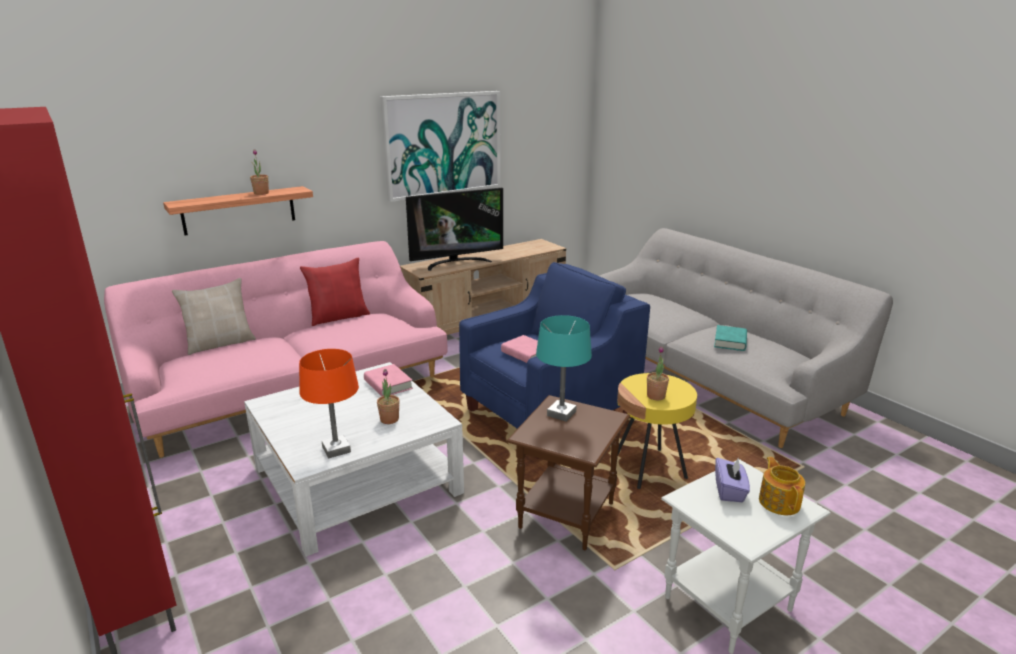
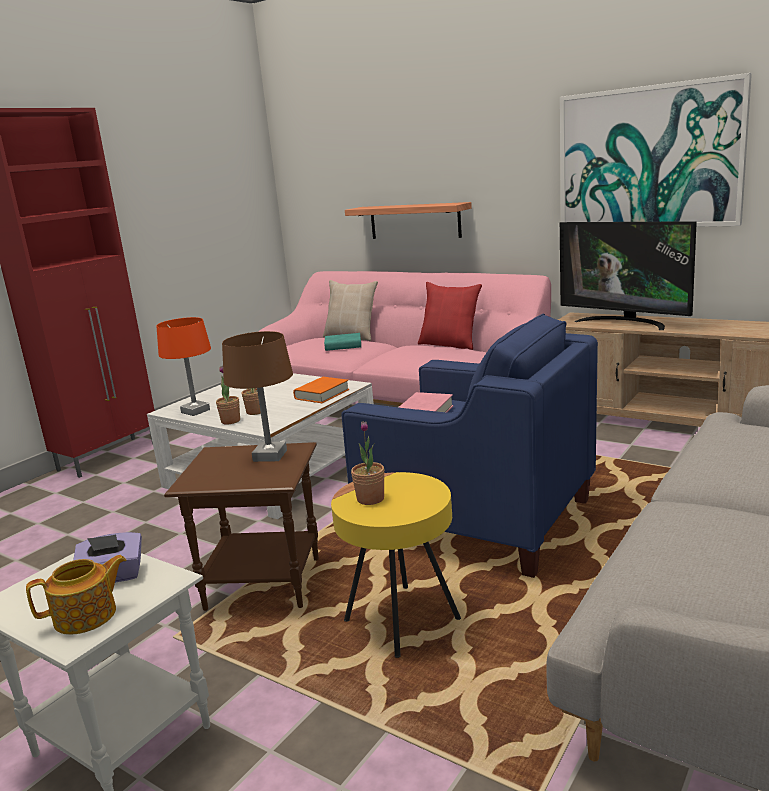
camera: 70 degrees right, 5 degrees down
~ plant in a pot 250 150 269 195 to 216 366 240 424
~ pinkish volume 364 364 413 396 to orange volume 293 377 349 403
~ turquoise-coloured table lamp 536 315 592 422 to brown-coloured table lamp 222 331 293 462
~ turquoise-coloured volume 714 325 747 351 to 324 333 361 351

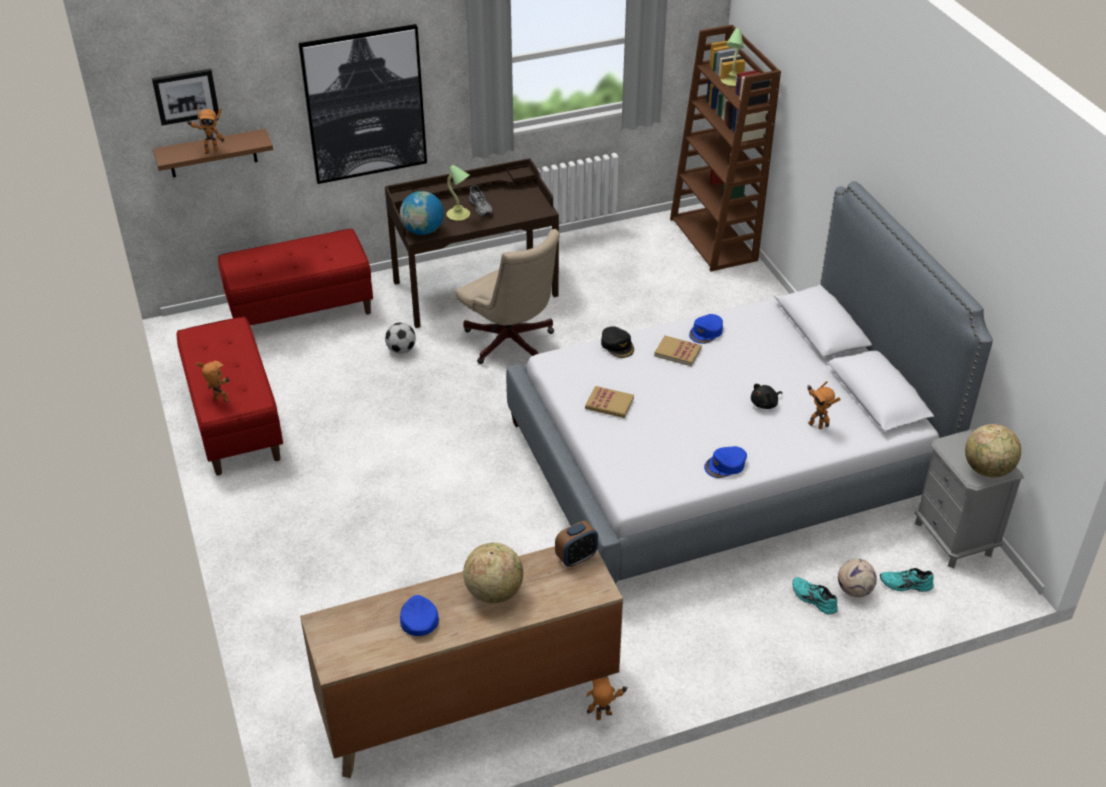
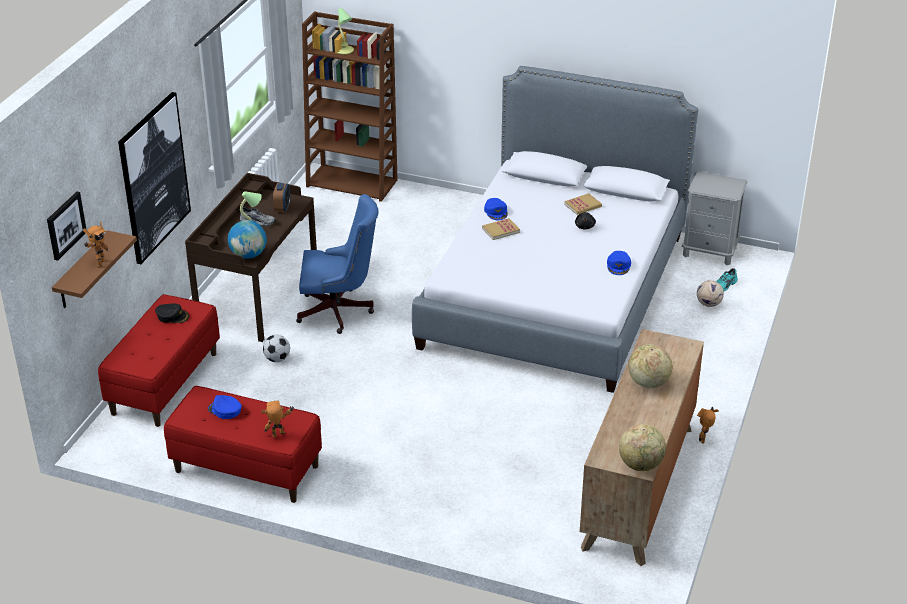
camera: 50 degrees left, 5 degrees down
~ blue cap 400 595 439 636 to 208 395 242 419
~ sand-coloured desk chair 456 229 560 364 to blue desk chair 296 194 379 334
~ alarm clock 555 521 598 567 to 273 183 290 212
~ volume 585 386 634 418 to 564 193 602 215
~ black cap 601 326 634 358 to 155 303 189 323
- turquoise-coloured low shoe 792 577 838 614
- robot figure 807 381 841 429
~ world globe 965 424 1021 477 to 619 424 666 471

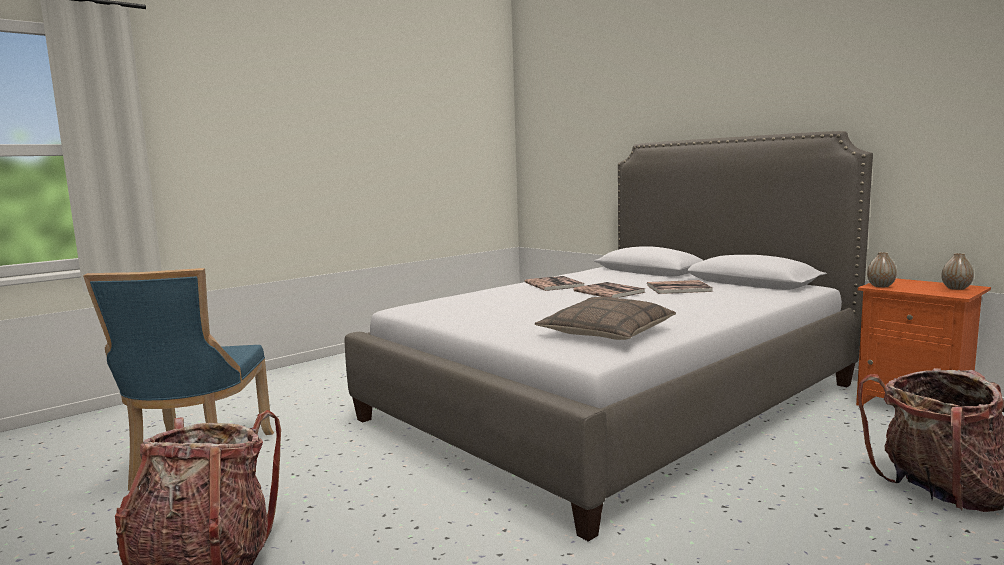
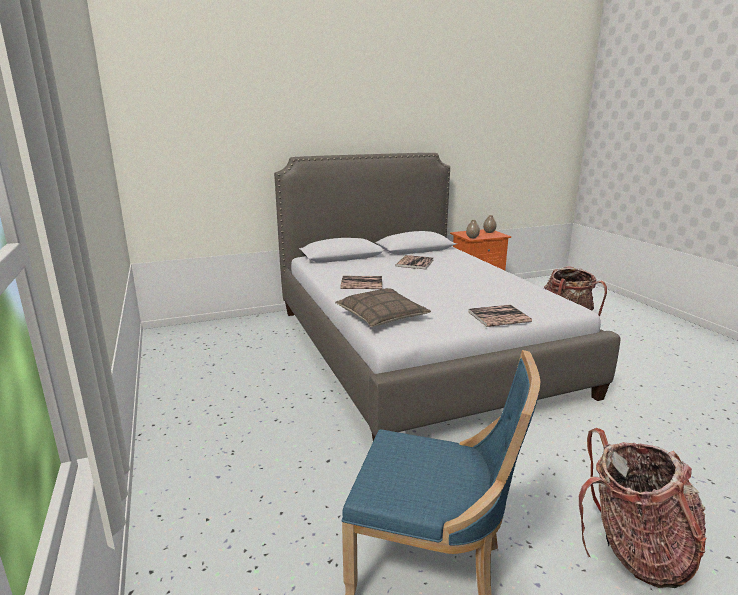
camera: 70 degrees left, 10 degrees up
~ pillow 535 297 676 340 to 335 288 431 327
~ volume 573 282 646 298 to 468 304 532 327

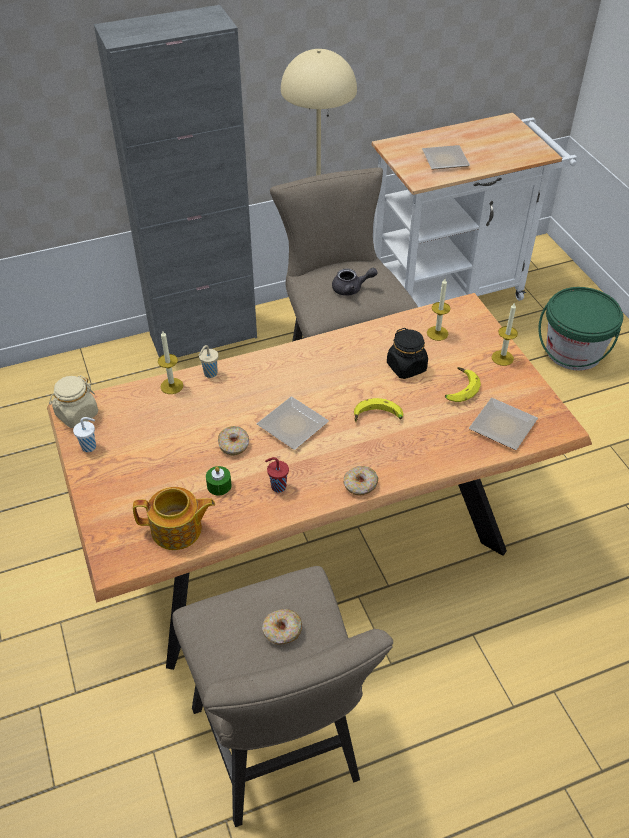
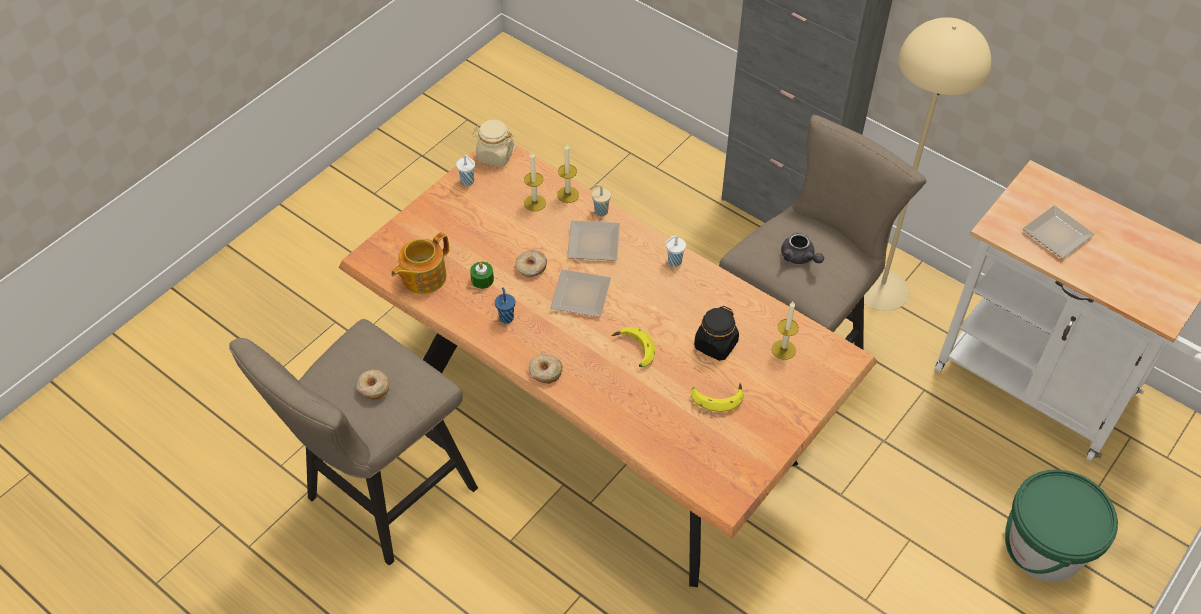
camera: 60 degrees right, 5 degrees up
~ tea pot 133 487 215 550 = 391 232 449 294 75 degrees clockwise
~ red-coloured cup 265 457 289 493 to blue cup 495 288 515 324
~ flat dish 469 398 538 450 to 567 220 620 261
~ wax light 492 302 518 366 to 524 152 546 211
+ white-coloured cup 665 235 686 267

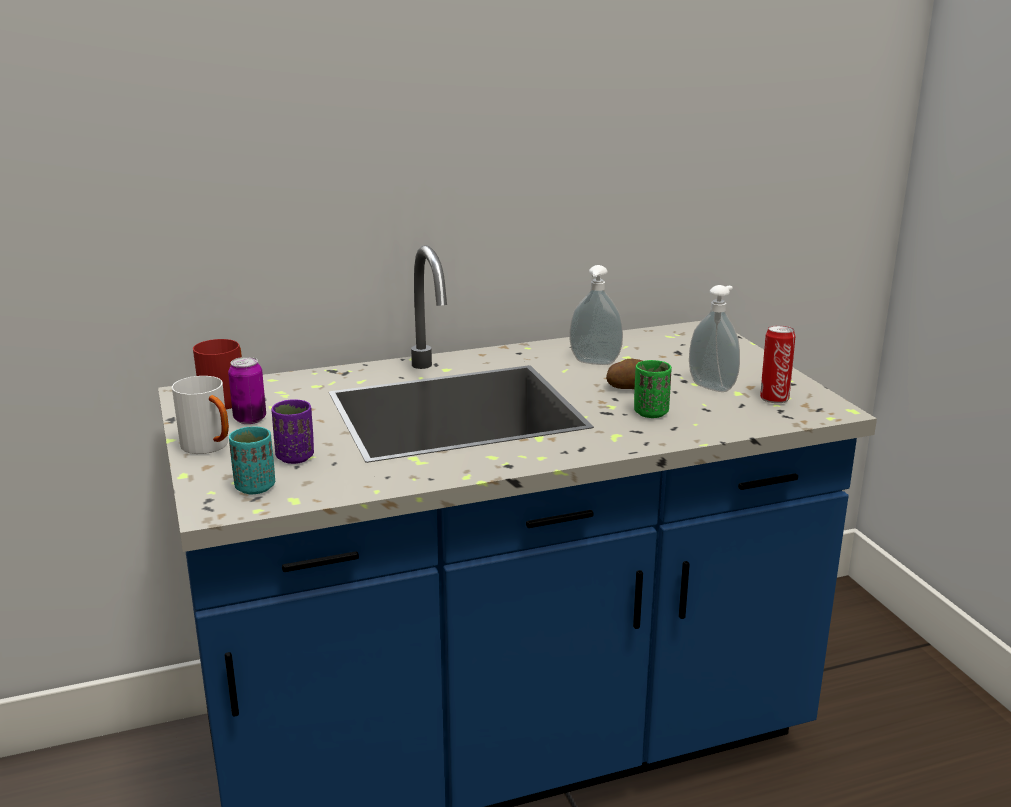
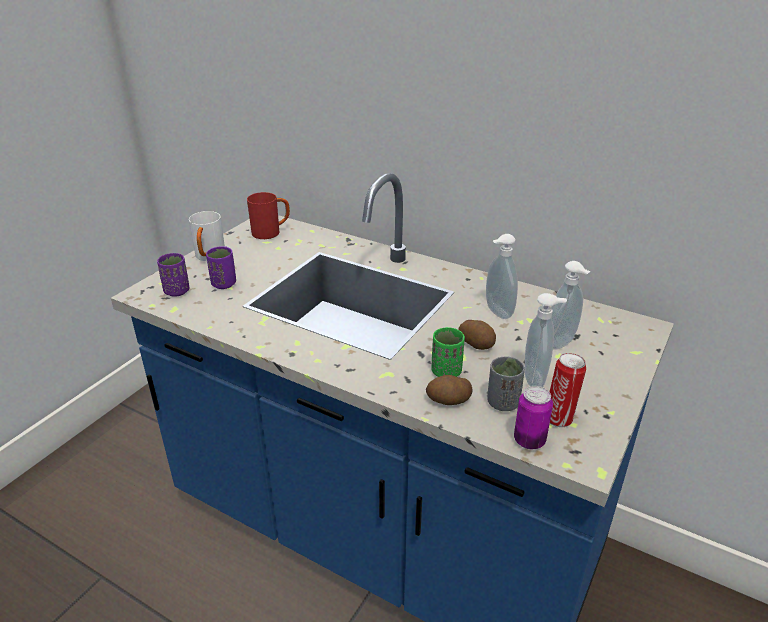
camera: 50 degrees right, 10 degrees up
~ can 228 357 266 424 to 514 386 553 449
~ turquoise-coloured cup 229 427 275 494 to purple-coloured cup 157 253 189 297
+ whole potato 426 375 472 405
+ greyish cup 488 357 525 411
+ soap dispenser 551 261 590 350

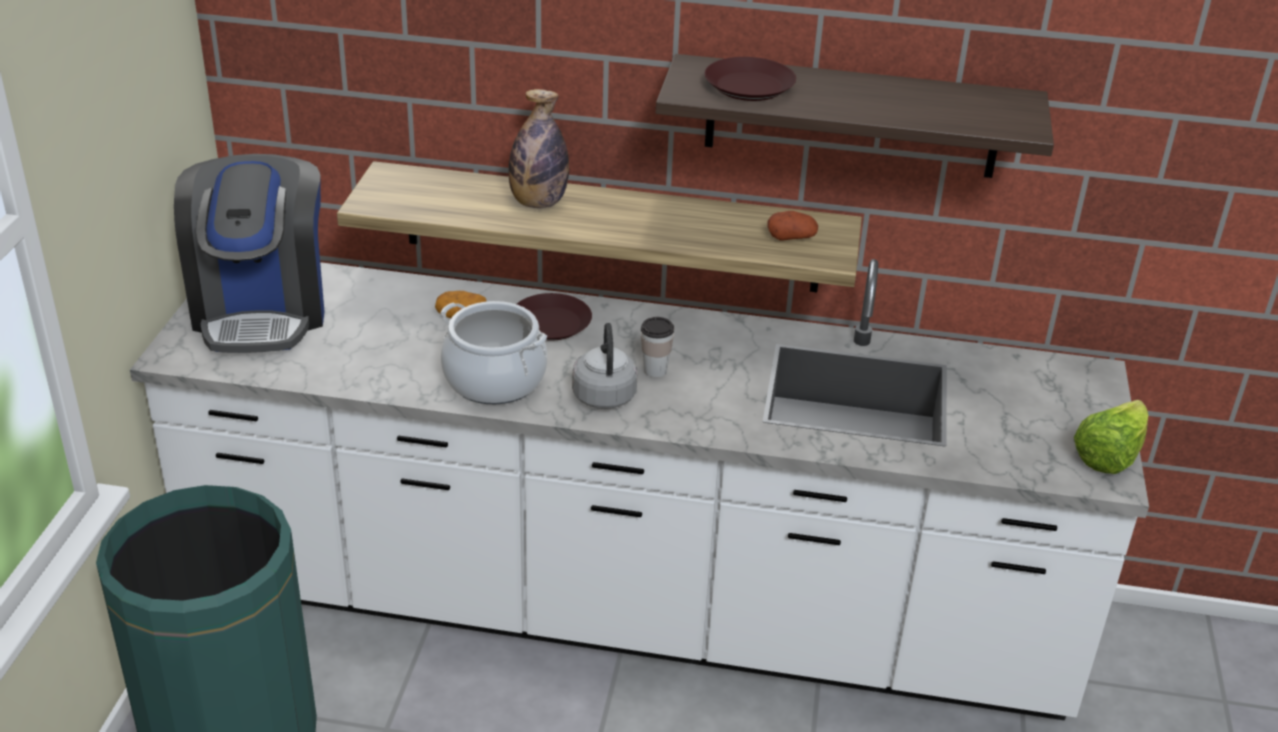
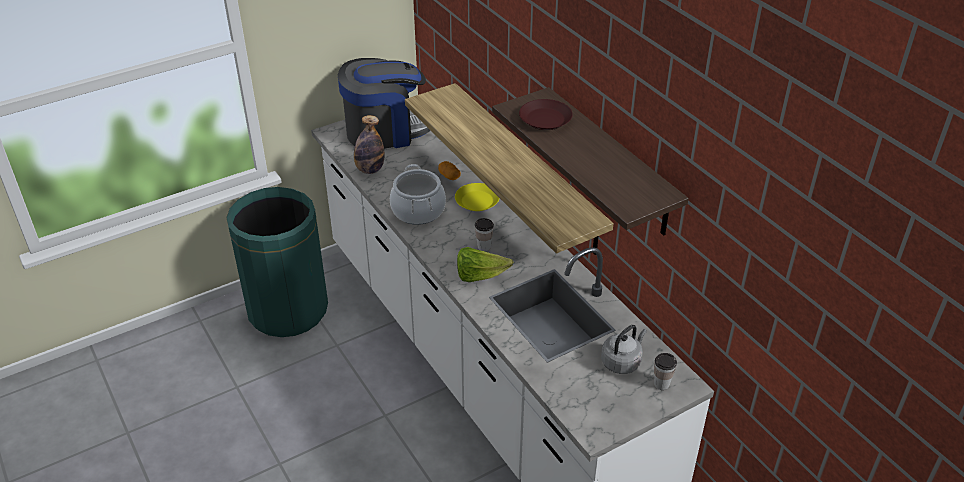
camera: 50 degrees right, 5 degrees up
~ coffee machine 174 154 325 353 = 338 58 430 149 150 degrees counterclockwise
~ beverage bottle 508 89 569 208 to 354 115 384 174
~ brown-coloured flat dish 517 293 592 341 to yellowish flat dish 455 183 499 211
~ greyish water kettle 572 323 638 409 to 601 325 647 374
- whole potato 767 211 818 241
~ head of lettuce 1074 400 1148 474 to 457 247 513 282
+ cup 654 353 677 390

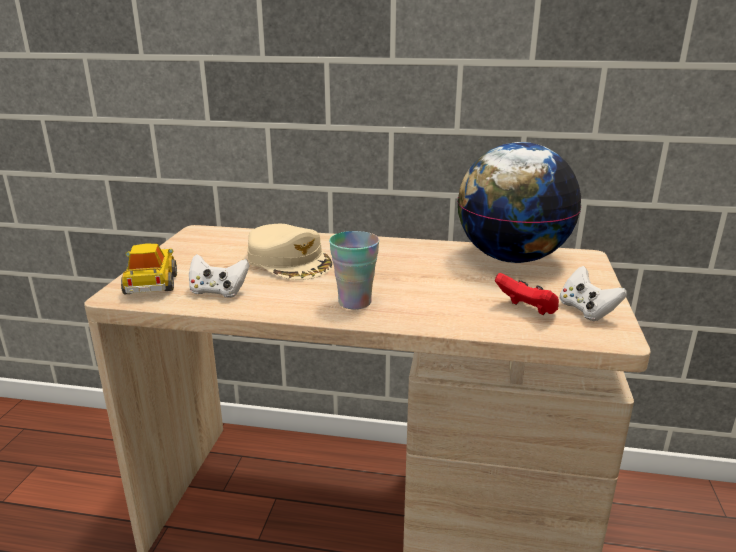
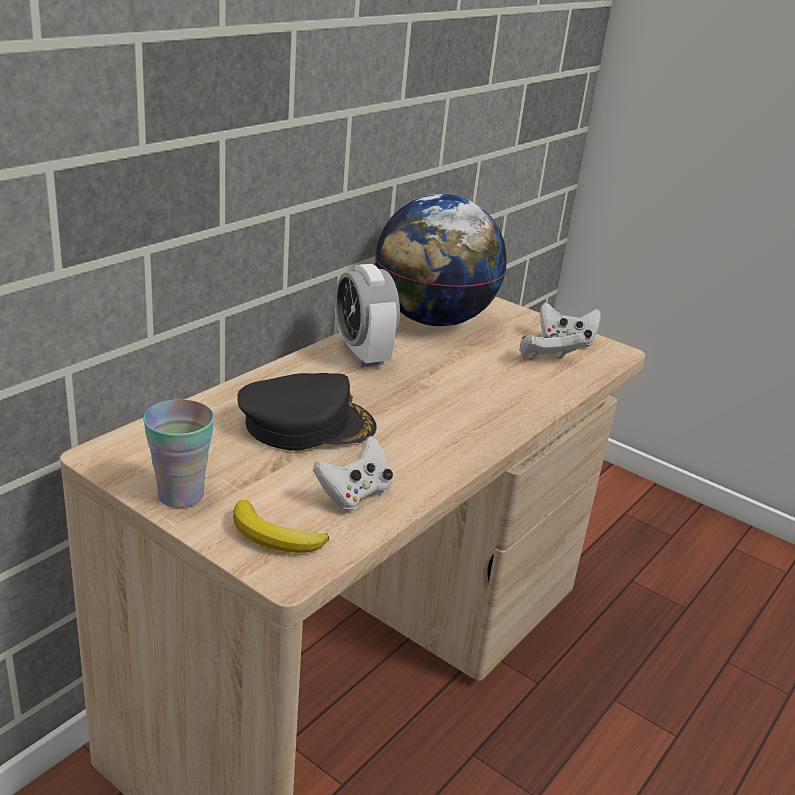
camera: 65 degrees left, 5 degrees up
~ miniature car 121 243 177 295 to banana fruit 233 500 329 553
~ sand-coloured cap 247 224 333 280 to black cap 237 373 377 451
~ cup 329 231 379 309 to 143 399 214 508
~ red-coloured joypad 495 273 559 315 to white-coloured joypad 519 333 585 360
+ alarm clock 336 264 400 367

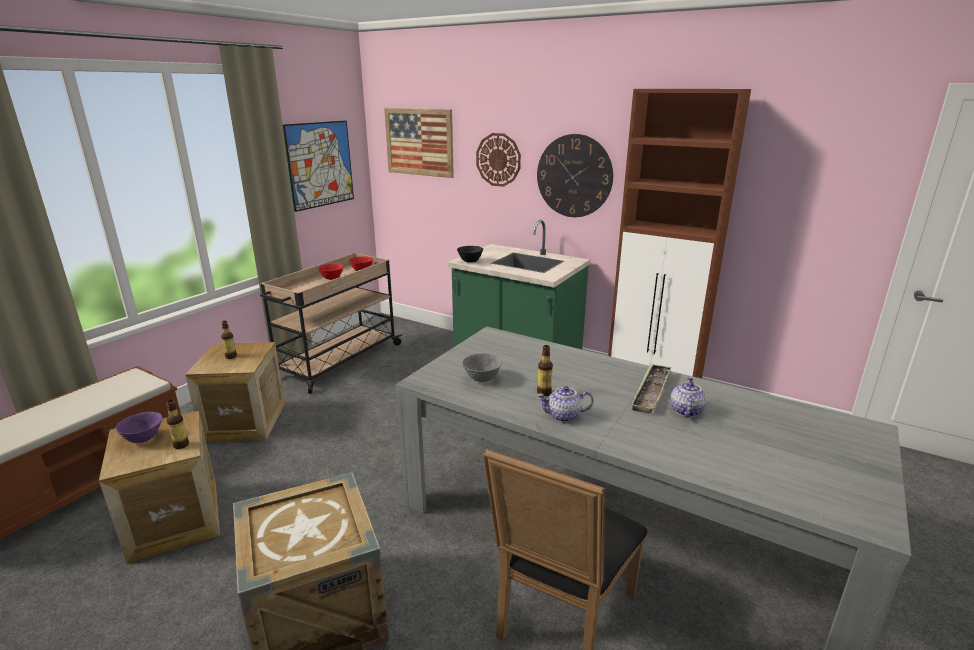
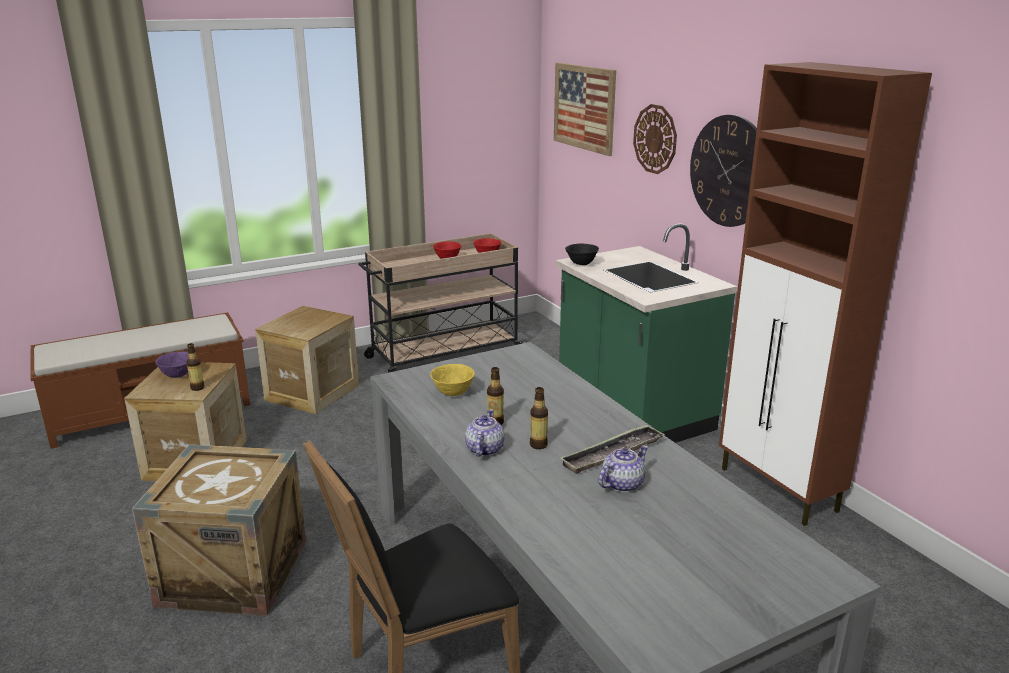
camera: 30 degrees right, 0 degrees up
~ beverage bottle 221 321 237 359 to 530 387 548 449
- wall picture 283 121 354 212
~ greyish bowl 462 353 502 382 to yellowish bowl 430 364 475 396
~ tea pot 537 386 593 422 = 465 409 505 456 75 degrees clockwise

